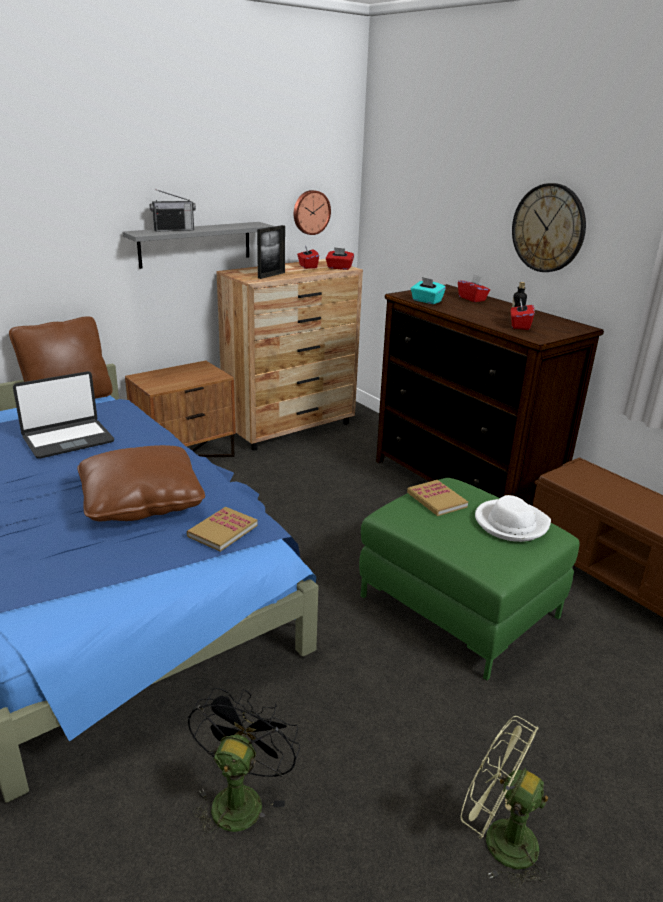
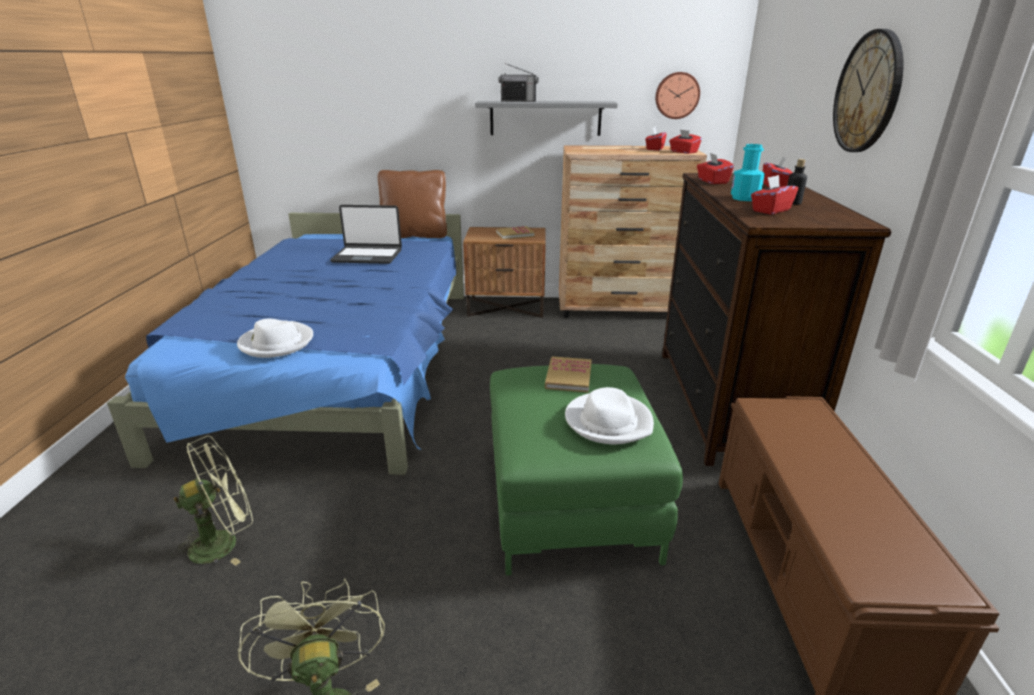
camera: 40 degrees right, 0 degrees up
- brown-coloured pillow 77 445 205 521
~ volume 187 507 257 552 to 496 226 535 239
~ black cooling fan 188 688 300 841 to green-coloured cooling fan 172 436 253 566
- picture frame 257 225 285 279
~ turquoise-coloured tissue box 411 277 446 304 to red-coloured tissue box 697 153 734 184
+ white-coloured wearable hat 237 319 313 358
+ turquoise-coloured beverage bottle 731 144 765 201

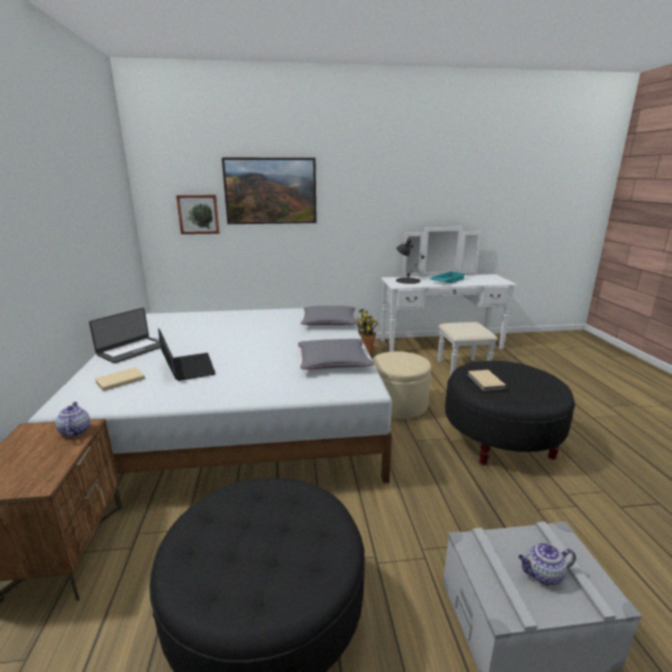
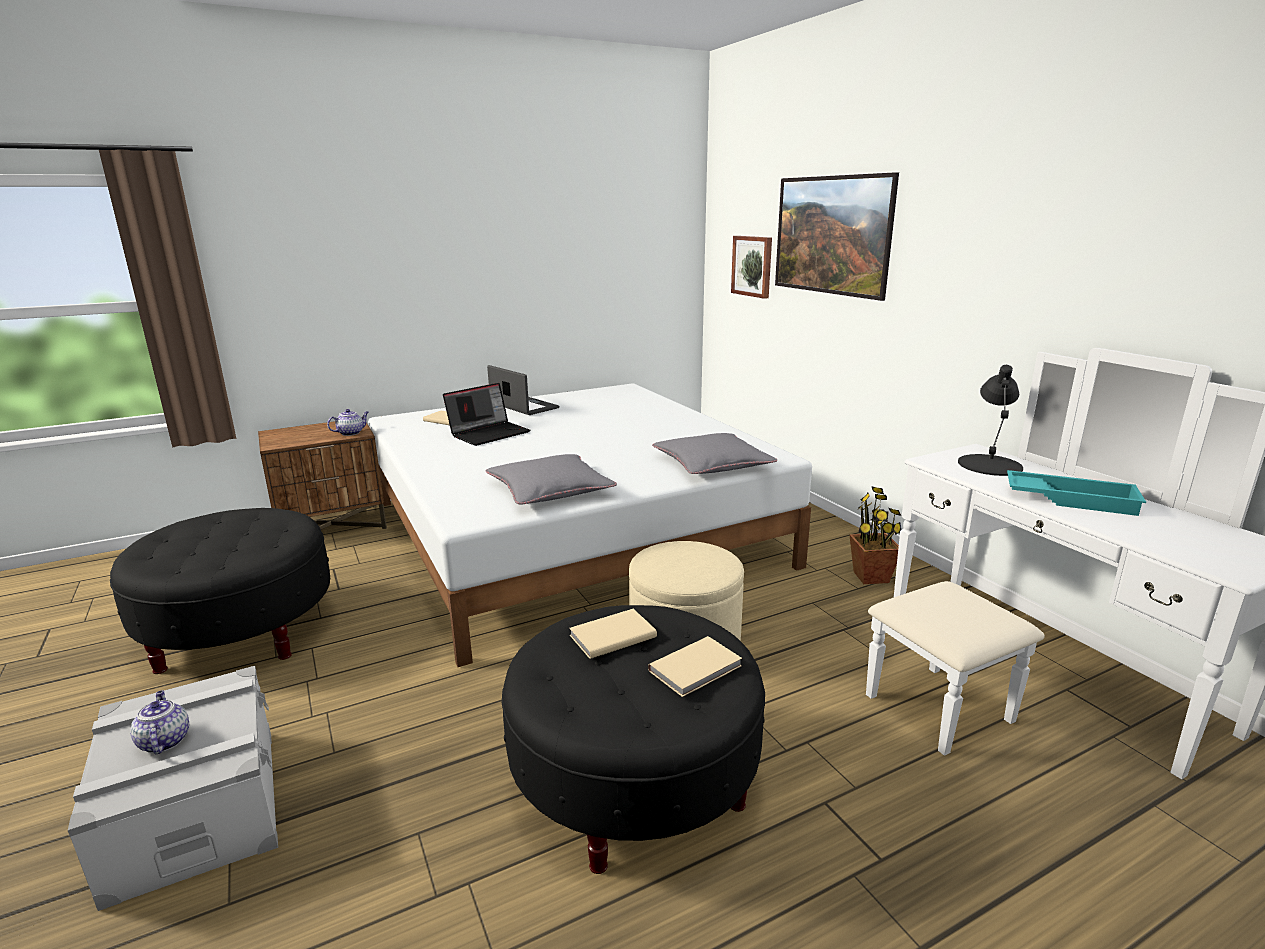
camera: 70 degrees right, 0 degrees up
~ laptop 89 308 167 364 = 487 365 559 415 150 degrees counterclockwise
+ sand-coloured volume 648 636 742 697

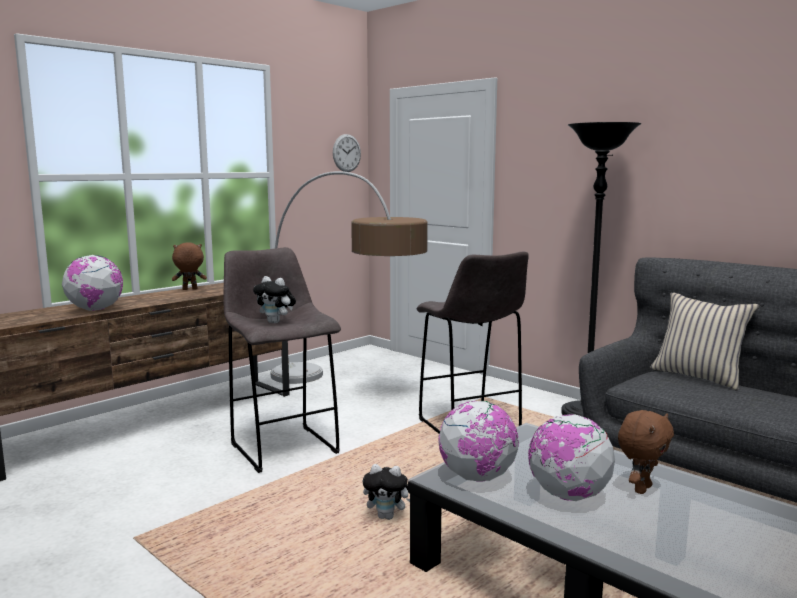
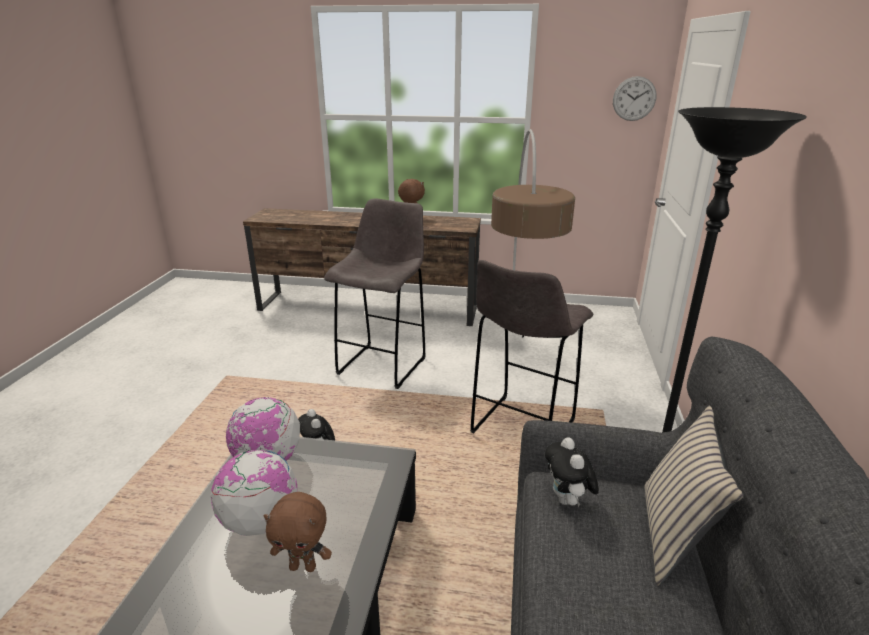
camera: 55 degrees right, 15 degrees up
- world globe 62 255 123 311
~ cuddly toy 253 276 296 323 to 545 437 599 508

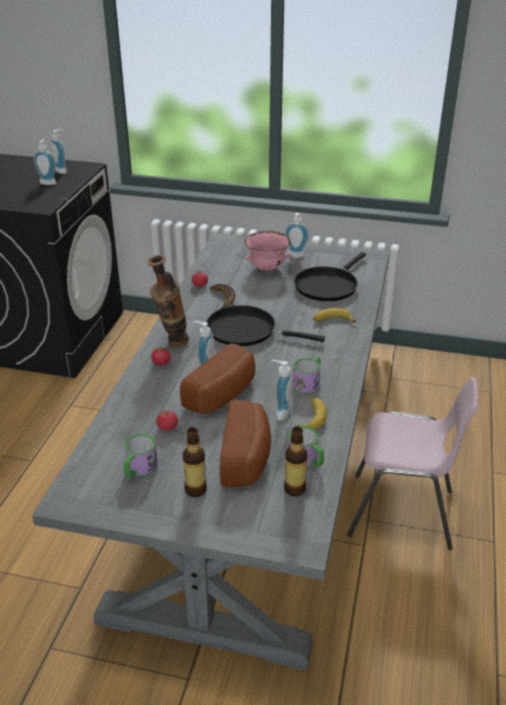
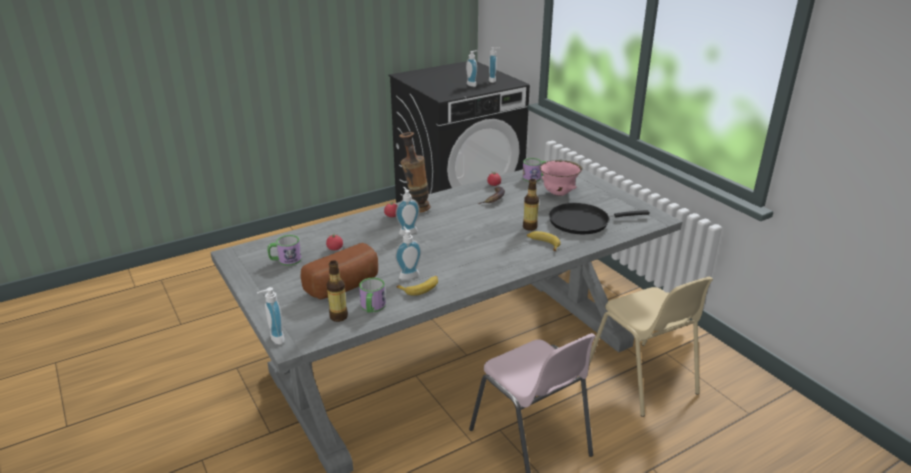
camera: 45 degrees right, 5 degrees down
- baked bread 180 343 255 414
~ beverage bottle 183 427 207 497 to 523 179 539 231
- black skillet 206 305 325 346
~ soap dispenser 285 213 309 257 to 257 287 284 345
~ tea mug 293 357 321 395 to 522 158 546 182
+ sand-coloured upright chair 589 277 713 417

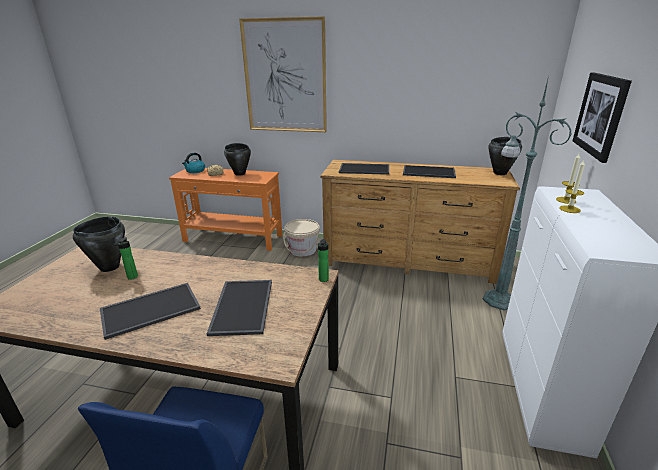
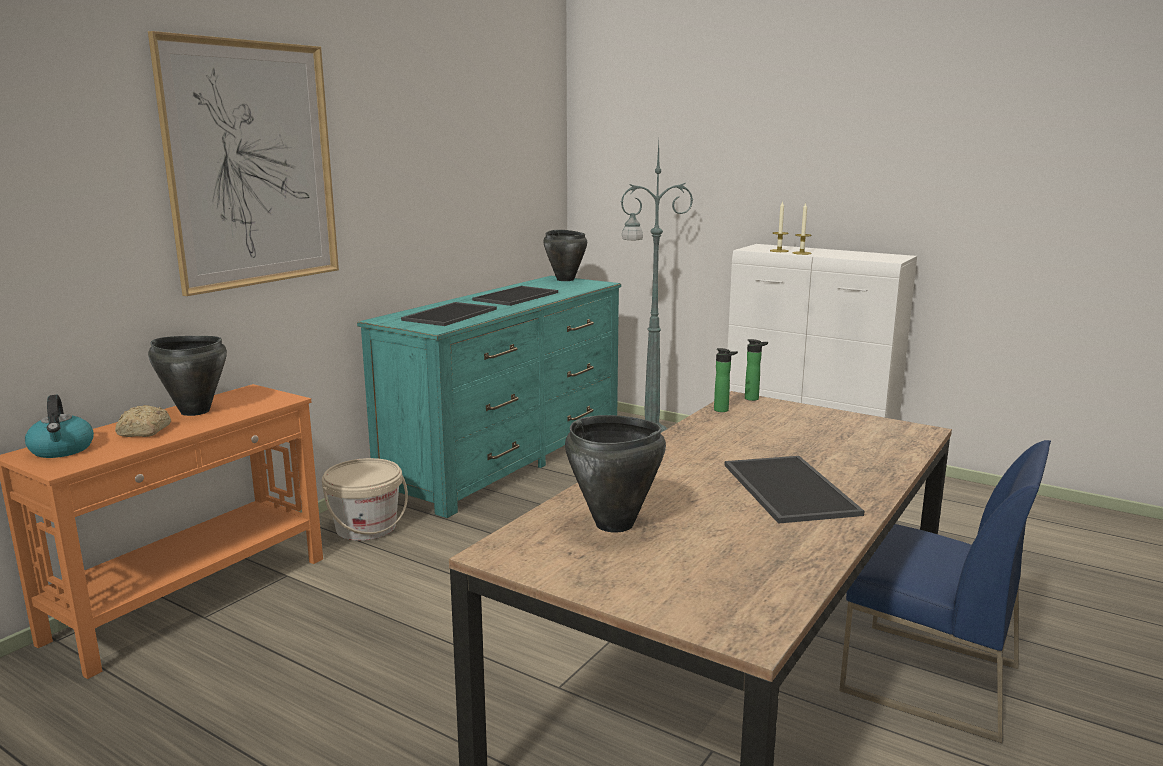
camera: 70 degrees left, 10 degrees down
~ beverage bottle 114 237 138 280 to 714 348 738 412
- serving tray 207 280 272 336
~ brown-coloured chest of drawers 320 160 520 284 to turquoise-coloured chest of drawers 357 276 621 518
- wall picture 572 73 632 163

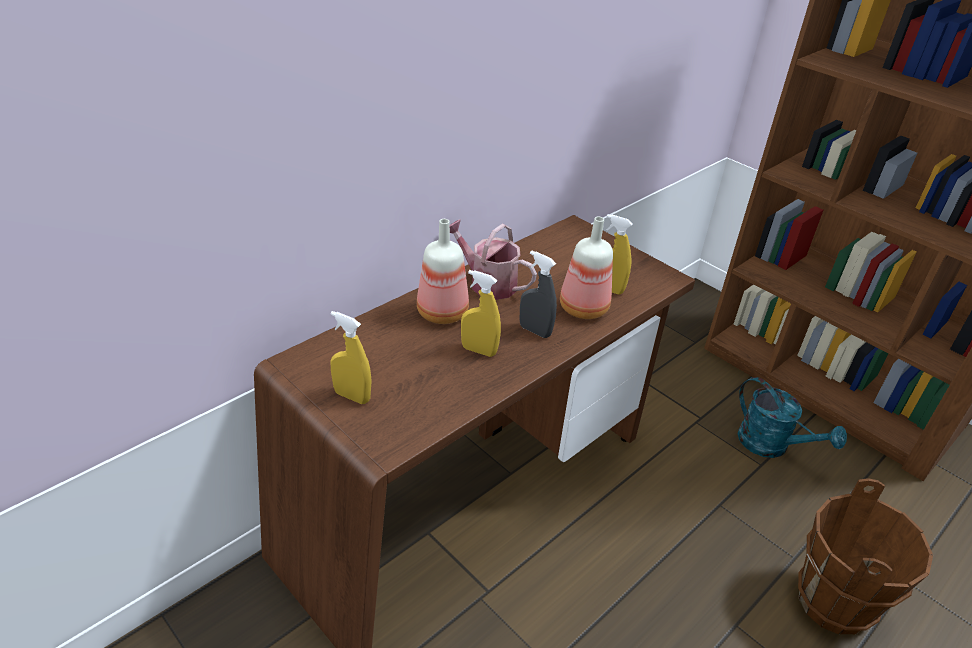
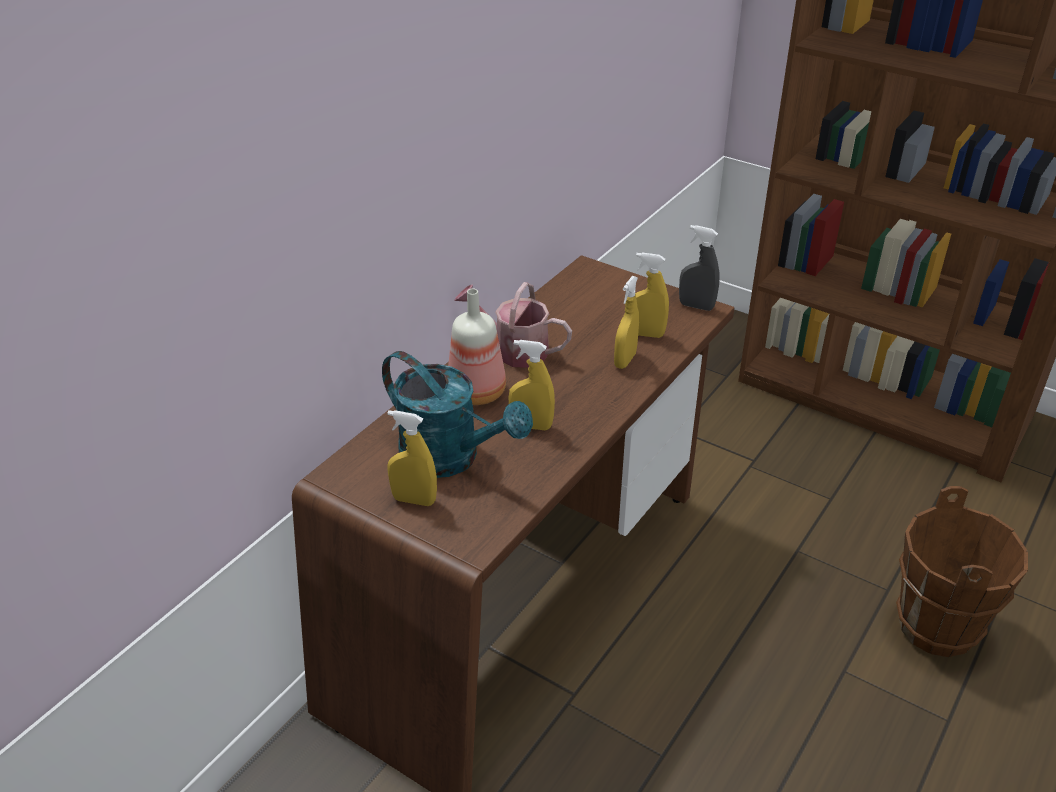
camera: 10 degrees left, 0 degrees up
~ greyish sprayer 520 250 557 338 to 679 225 720 311
~ beverage bottle 560 216 613 319 to yellowish sprayer 614 276 639 369
~ turquoise-coloured watering can 737 377 847 458 to 382 351 533 478

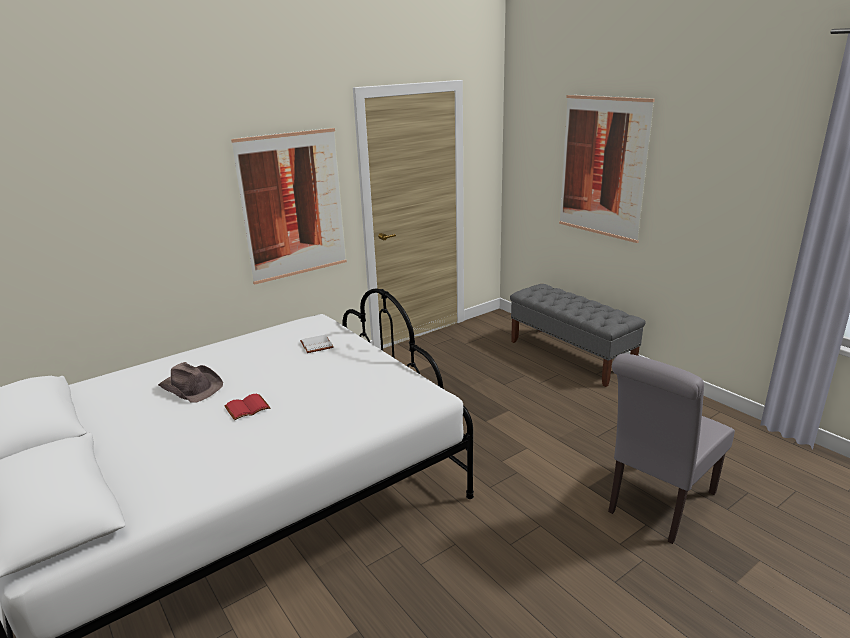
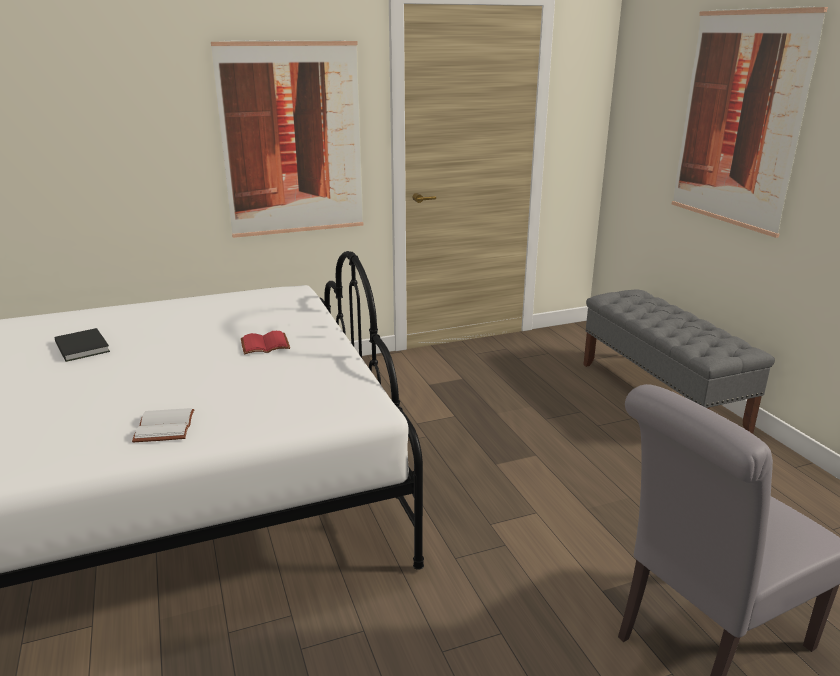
camera: 15 degrees right, 0 degrees up
~ brown-coloured wearable hat 158 362 223 402 to black volume 55 328 110 362
~ red-coloured volume 224 394 270 420 to 241 331 290 355
~ white-coloured volume 300 335 334 353 to 132 408 195 442

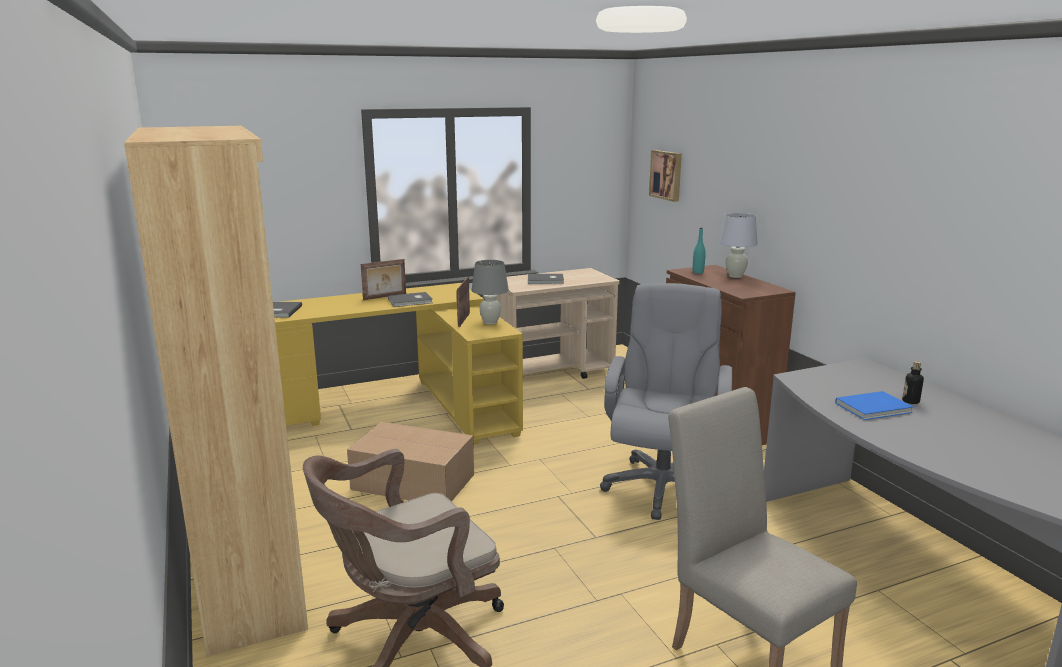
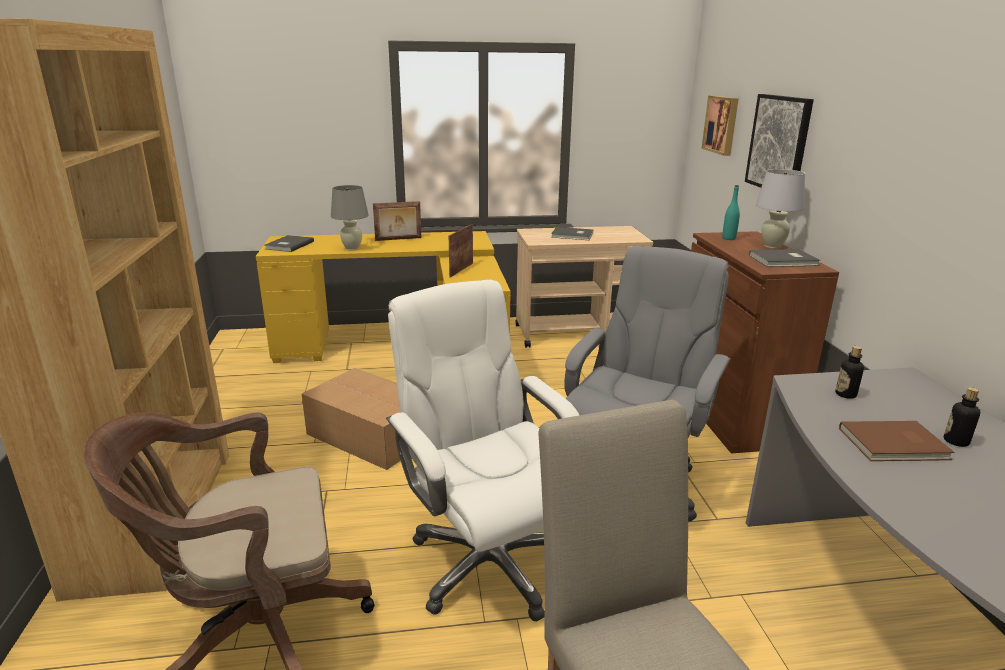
camera: 15 degrees right, 5 degrees up
~ greyish volume 388 292 433 307 to 749 249 820 267
~ greyish table lamp 472 260 509 325 to 331 185 369 251
~ blue volume 835 391 913 420 to brown-coloured volume 839 421 955 461
+ white-coloured desk chair 386 280 579 622
+ wall picture 745 94 814 188
+ beverage bottle 835 346 864 399

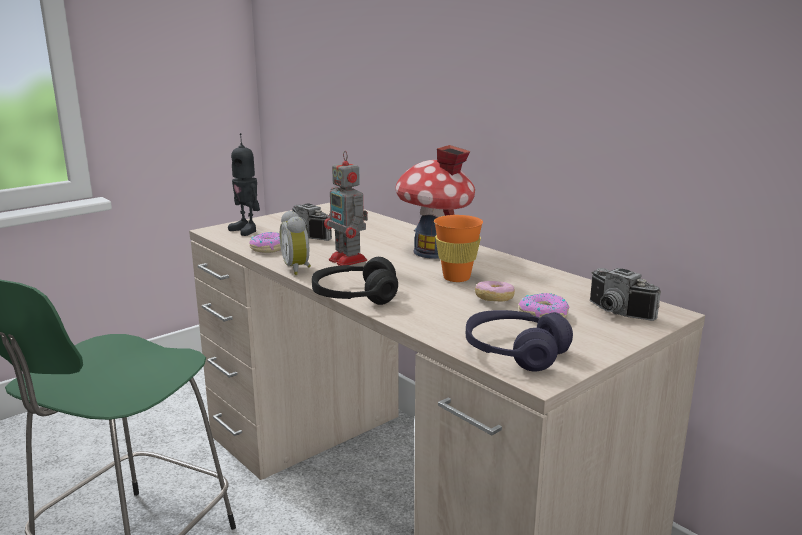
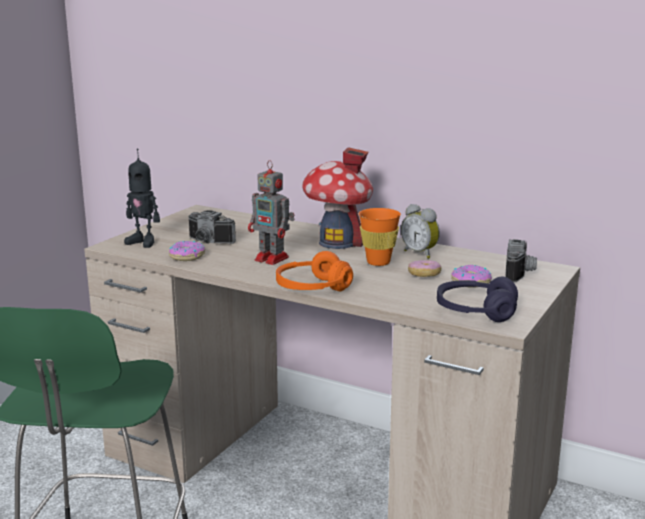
camera: 20 degrees left, 0 degrees up
~ alarm clock 280 210 311 275 to 401 204 440 259
~ black headphones 312 257 398 305 to orange headphones 276 251 353 291
~ photo camera 590 268 661 321 = 505 239 537 282 105 degrees counterclockwise

